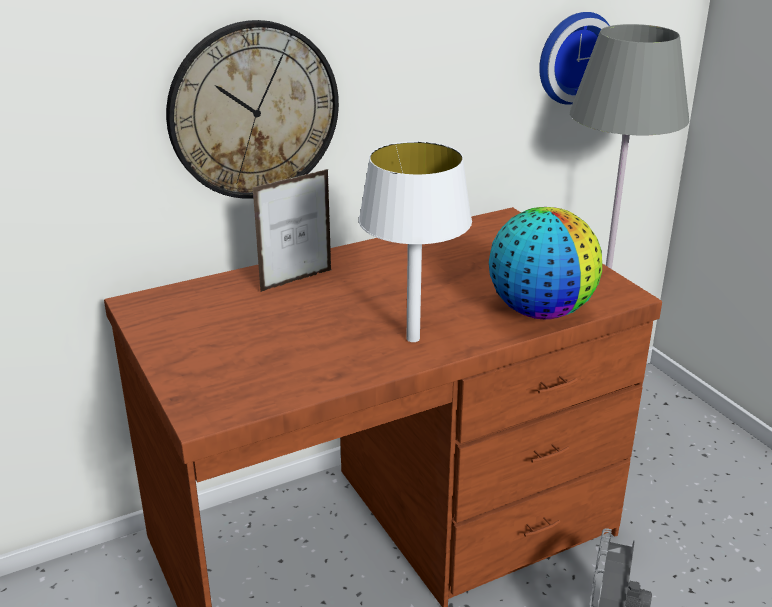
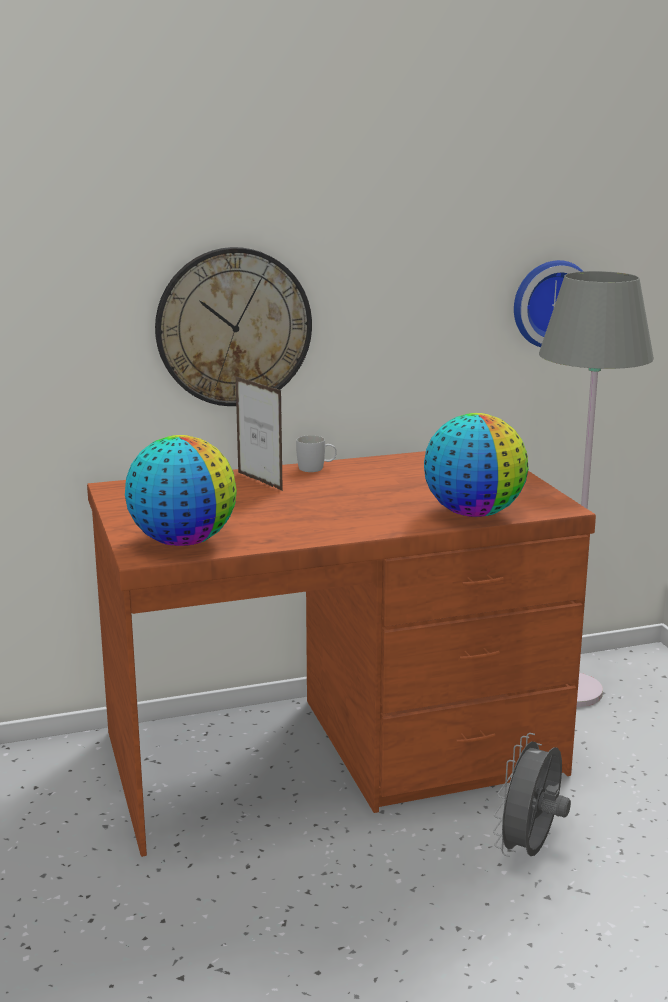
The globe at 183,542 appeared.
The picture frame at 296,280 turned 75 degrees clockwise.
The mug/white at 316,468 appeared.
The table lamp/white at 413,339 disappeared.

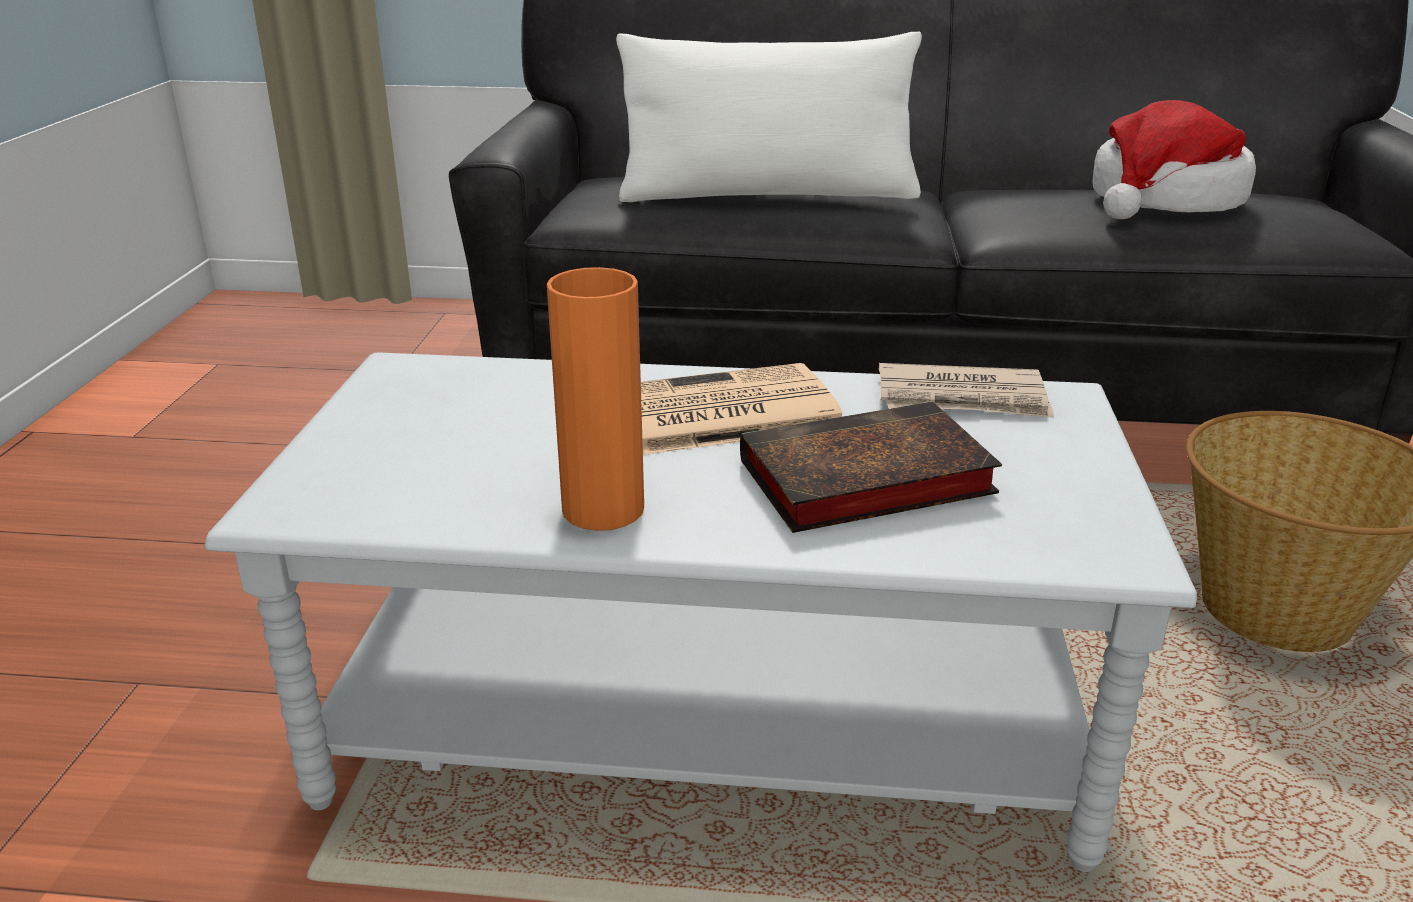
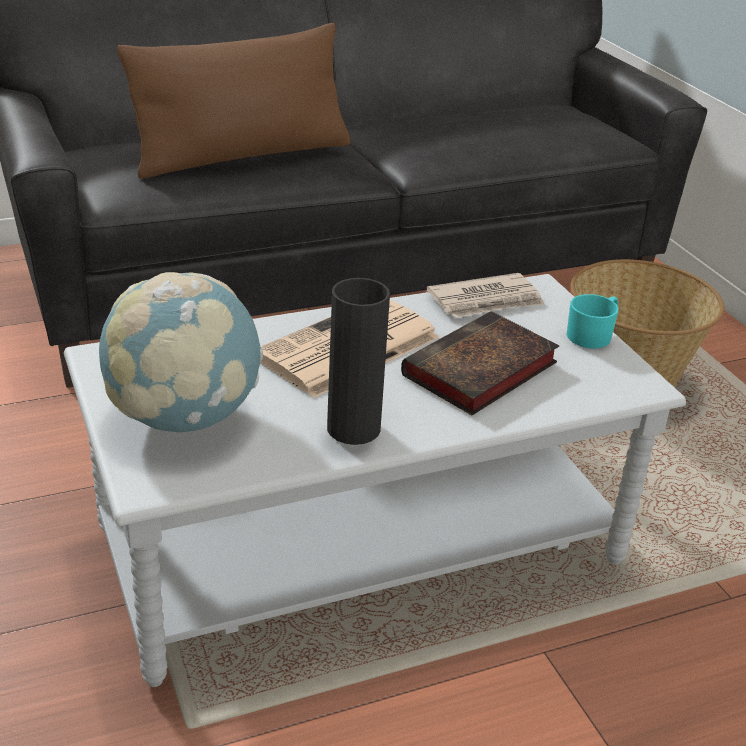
The globe at 183,417 appeared.
The pillow/white at 768,195 became the pillow/brown at 242,156.
The vase/orange at 603,509 became the vase/black at 353,429.
The mug/turquoise at 592,335 appeared.
The hat at 1164,200 disappeared.

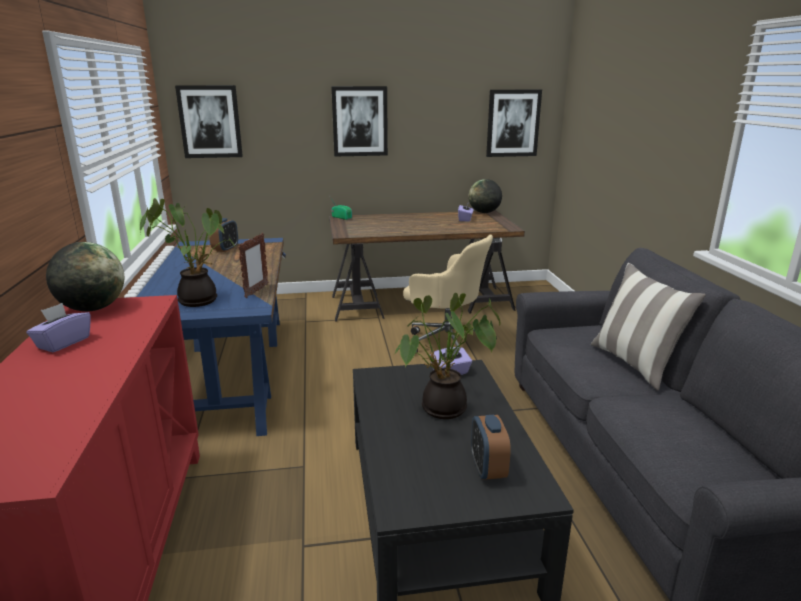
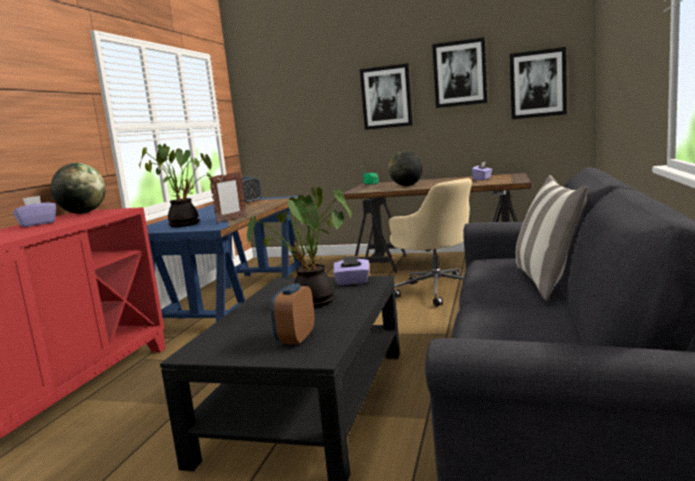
The globe moved from 484,212 to 407,185.
The picture moved from 210,122 to 460,73.

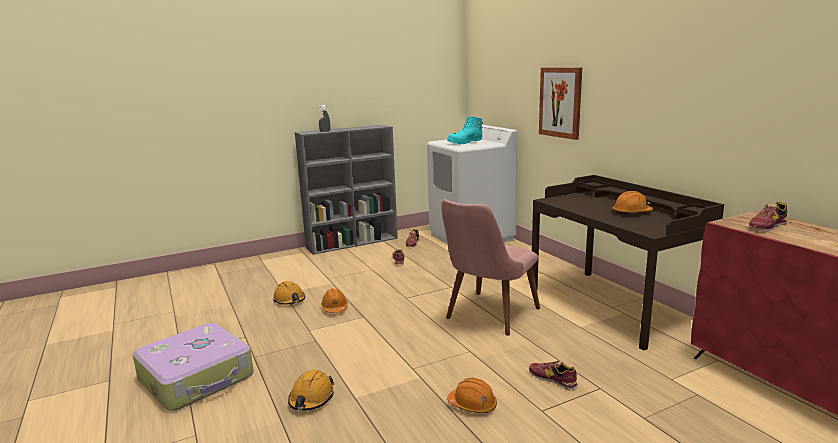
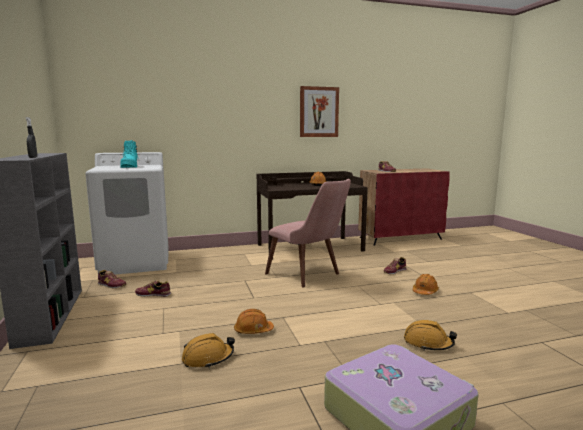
The picture moved from 560,102 to 319,112.

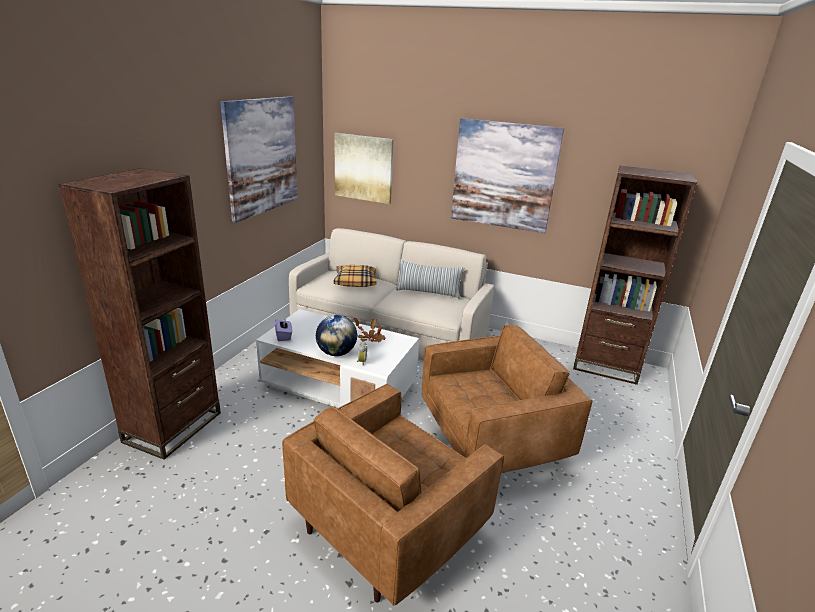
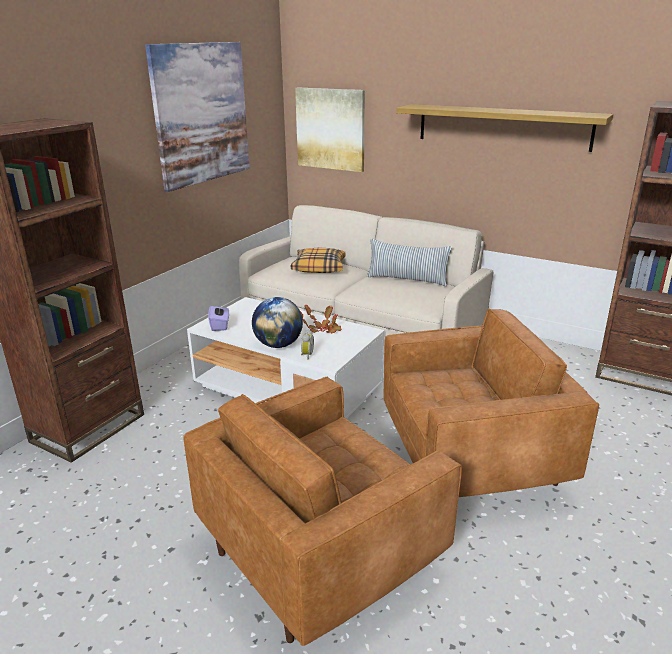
The picture at 504,176 was replaced by the shelf at 502,127.

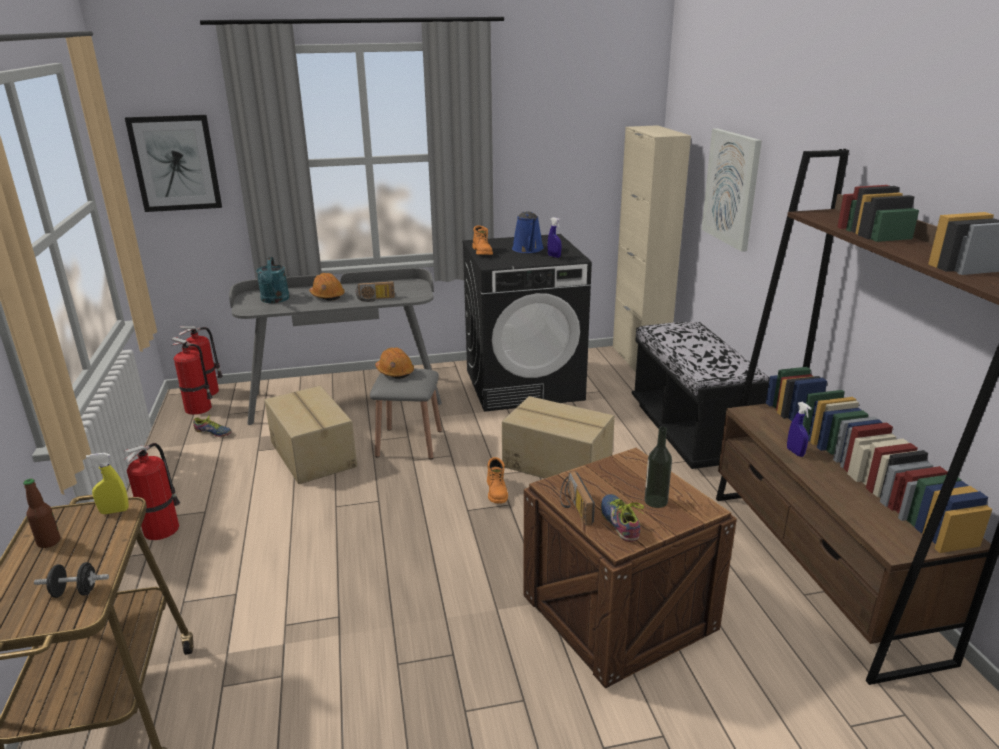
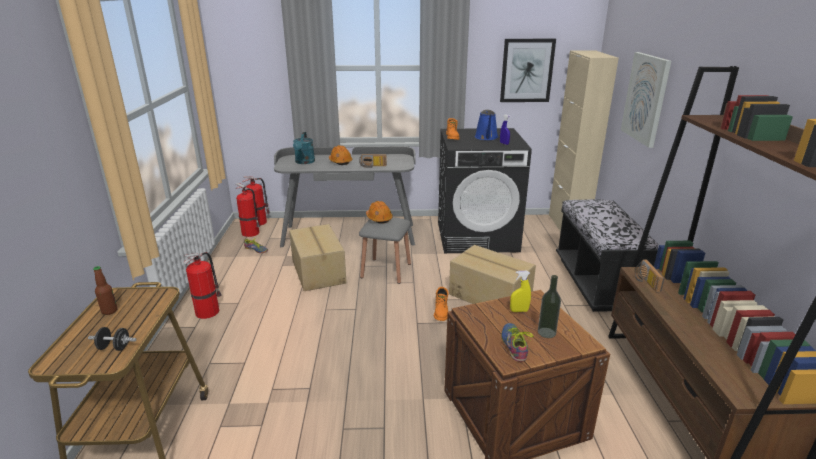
The picture moved from 175,163 to 527,70.
The spray bottle/yellow moved from 114,511 to 519,311.
The radio moved from 574,507 to 645,282.
The spray bottle/blue at 795,452 disappeared.

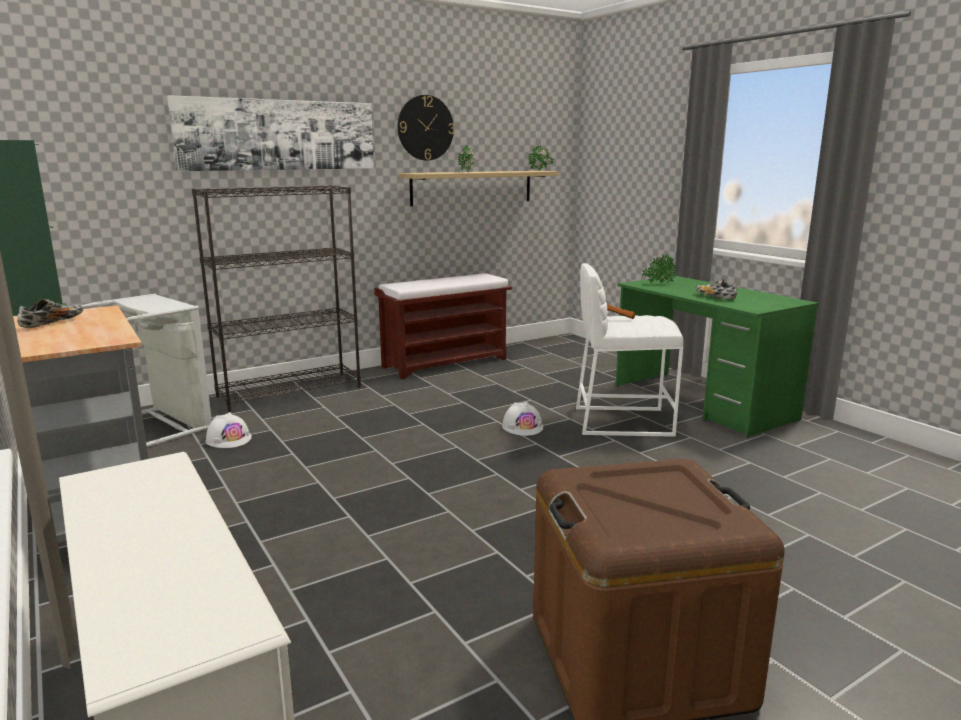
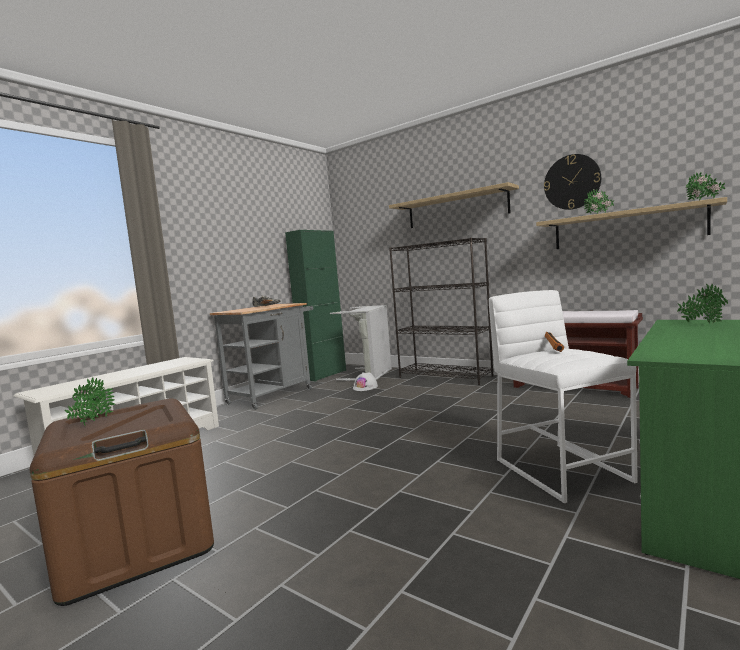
The potted plant at 91,423 appeared.
The picture at 278,135 was replaced by the shelf at 456,209.
The hard hat/white at 522,427 disappeared.
The shoe at 714,297 disappeared.

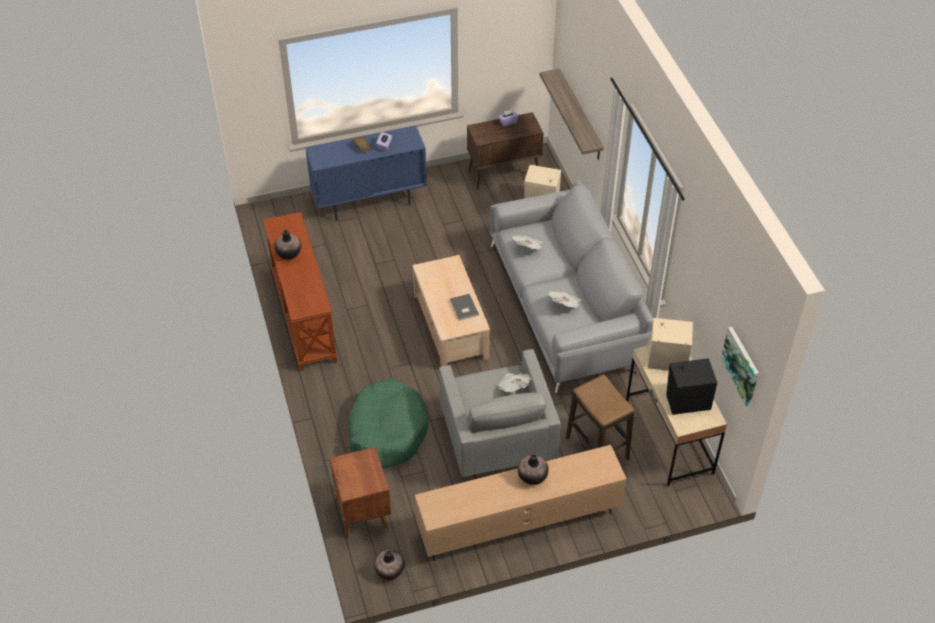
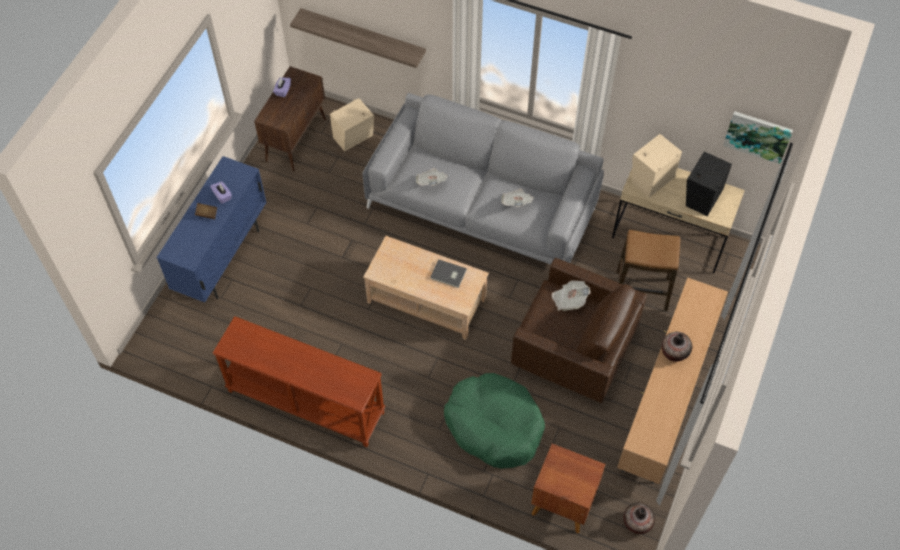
The armchair/grey at 496,439 became the armchair/brown at 572,352.
The vase at 289,253 disappeared.

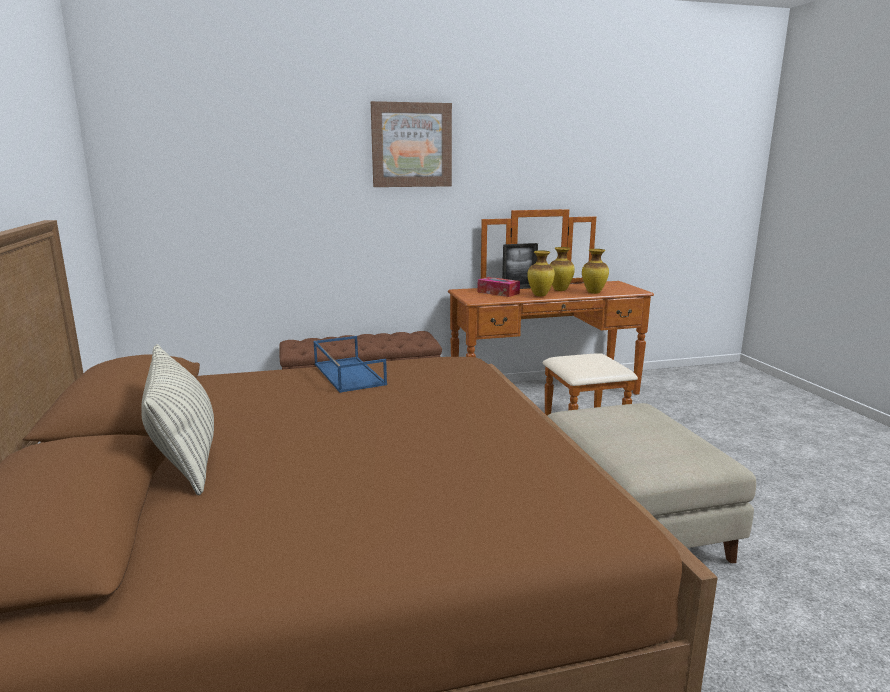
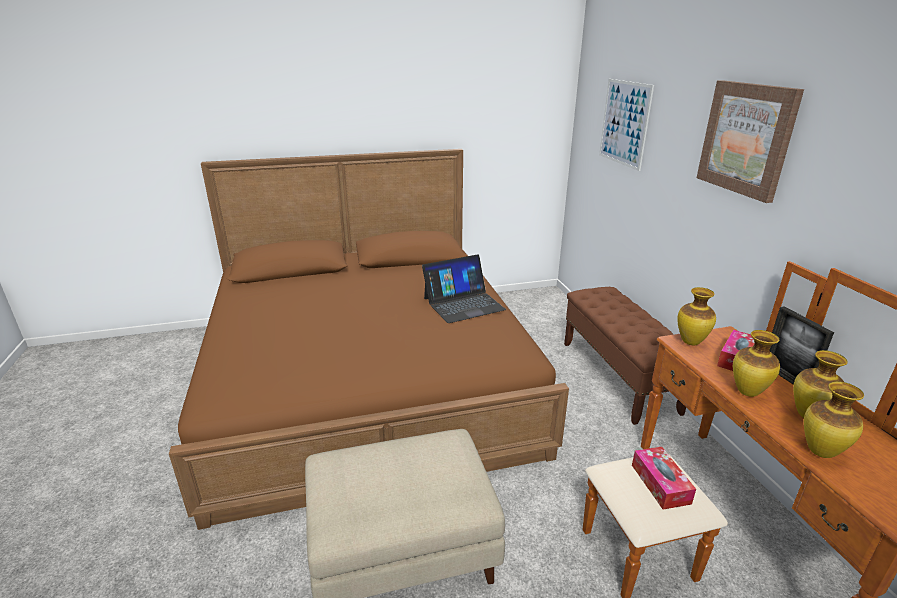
The tray/blue at 347,374 was replaced by the laptop at 463,304.
The picture at 624,123 appeared.
The tissue box at 660,484 appeared.
The vase at 691,342 appeared.
The pillow at 184,455 disappeared.

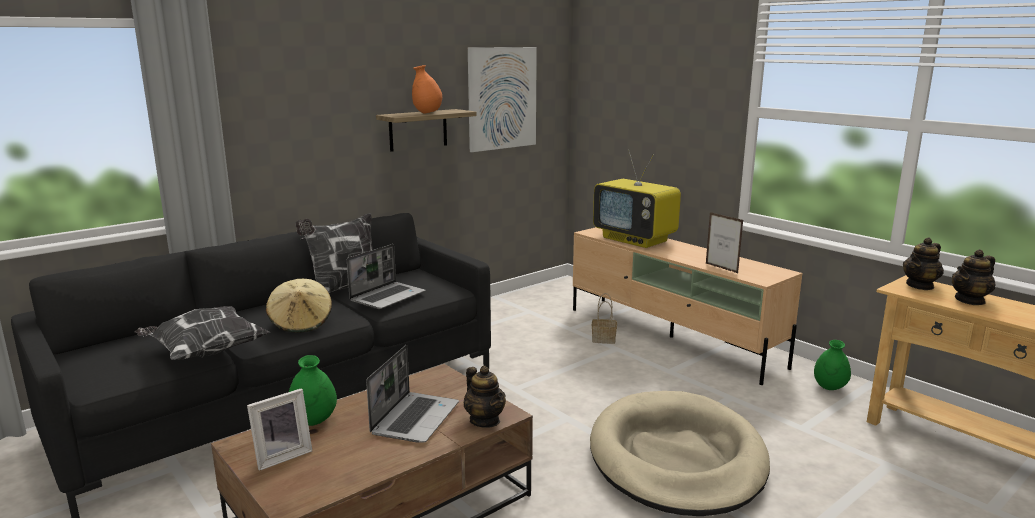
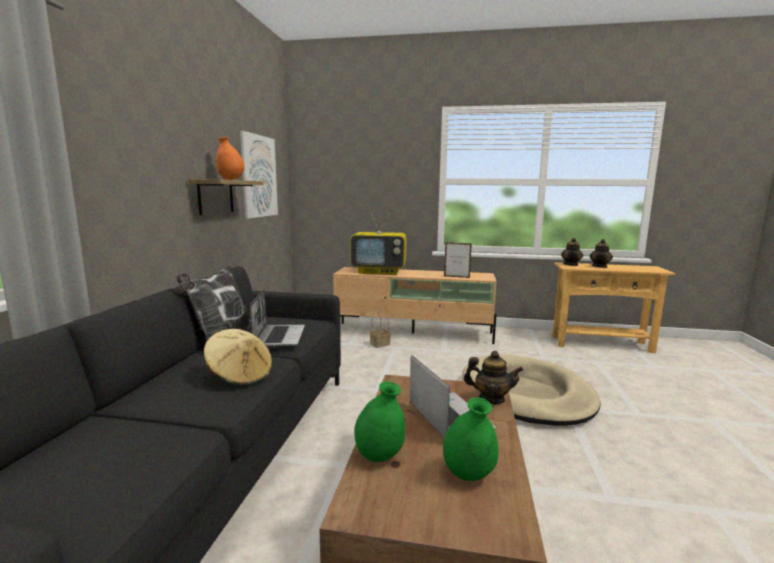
The vase/green moved from 829,387 to 468,474.
The pillow at 205,353 disappeared.
The picture frame at 282,456 disappeared.

